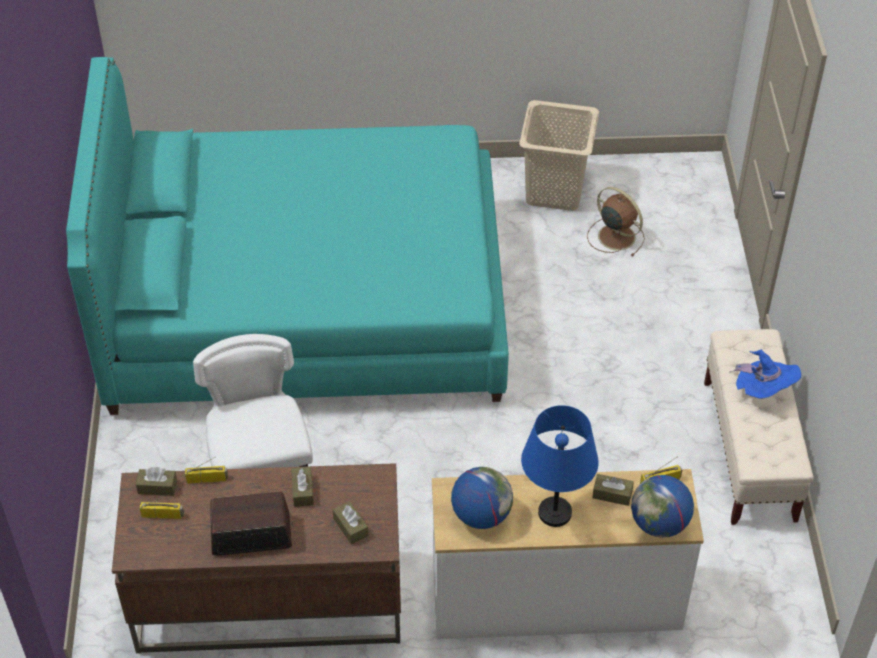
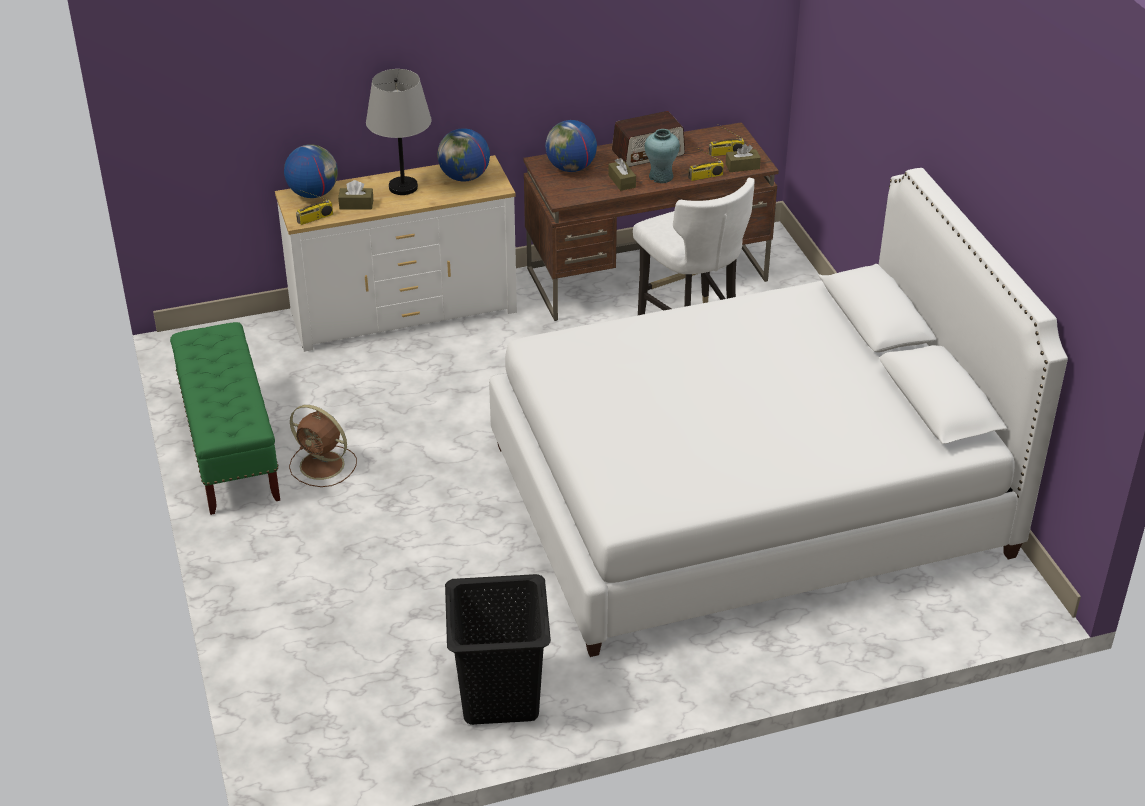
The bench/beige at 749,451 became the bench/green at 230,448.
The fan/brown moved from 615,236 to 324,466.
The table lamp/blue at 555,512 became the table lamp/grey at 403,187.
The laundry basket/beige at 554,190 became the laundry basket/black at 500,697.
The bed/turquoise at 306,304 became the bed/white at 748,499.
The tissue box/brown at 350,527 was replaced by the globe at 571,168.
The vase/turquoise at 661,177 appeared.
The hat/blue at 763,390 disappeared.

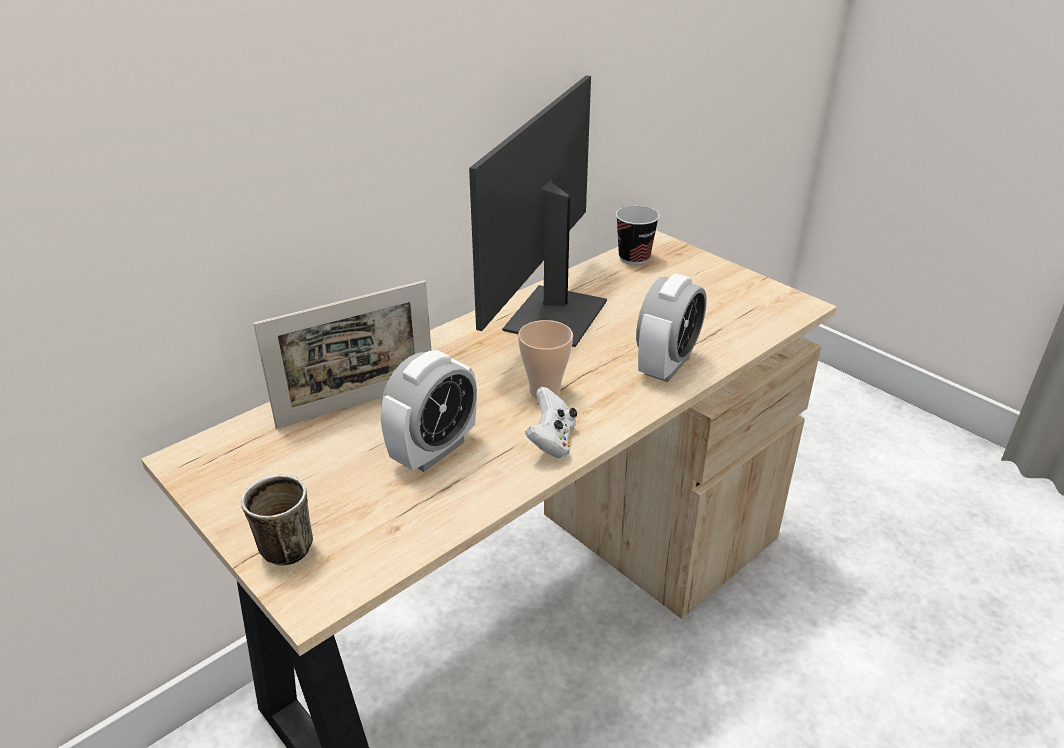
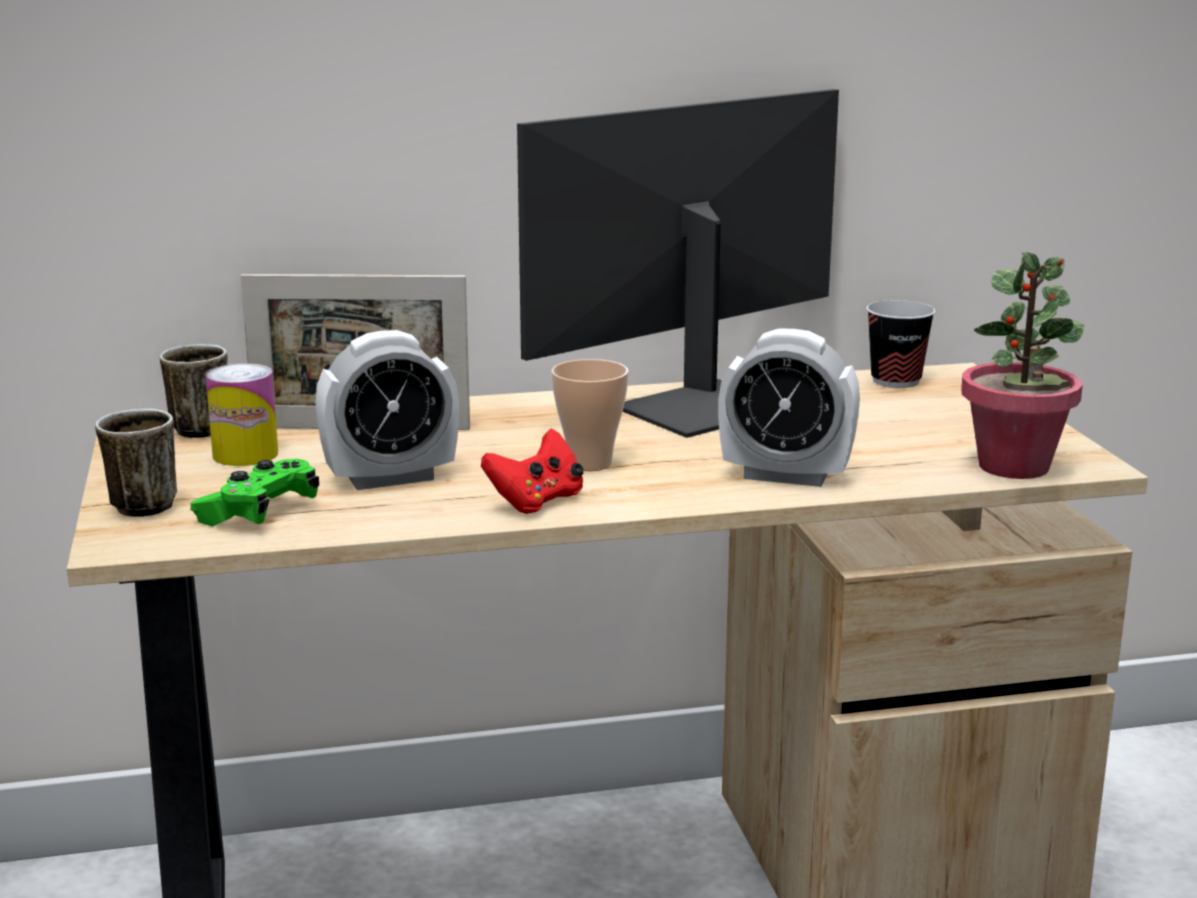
The mug at 202,427 appeared.
The game controller/green at 259,513 appeared.
The can at 245,454 appeared.
The game controller/white at 552,441 became the game controller/red at 537,501.
The alarm clock at 666,365 turned 45 degrees clockwise.
The potted plant at 1014,466 appeared.

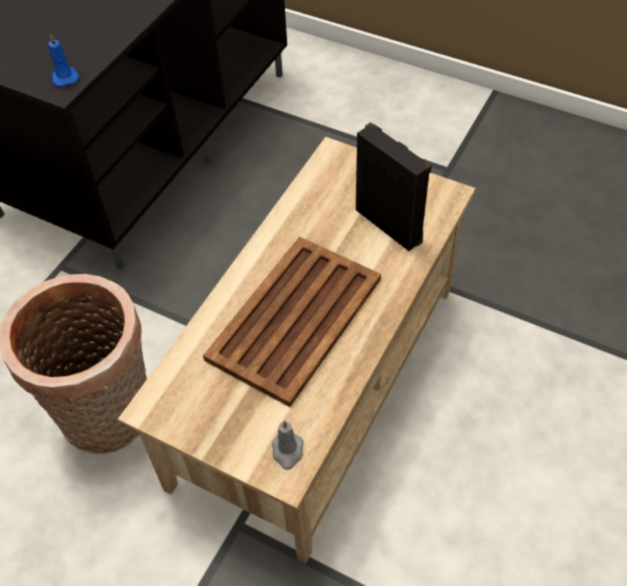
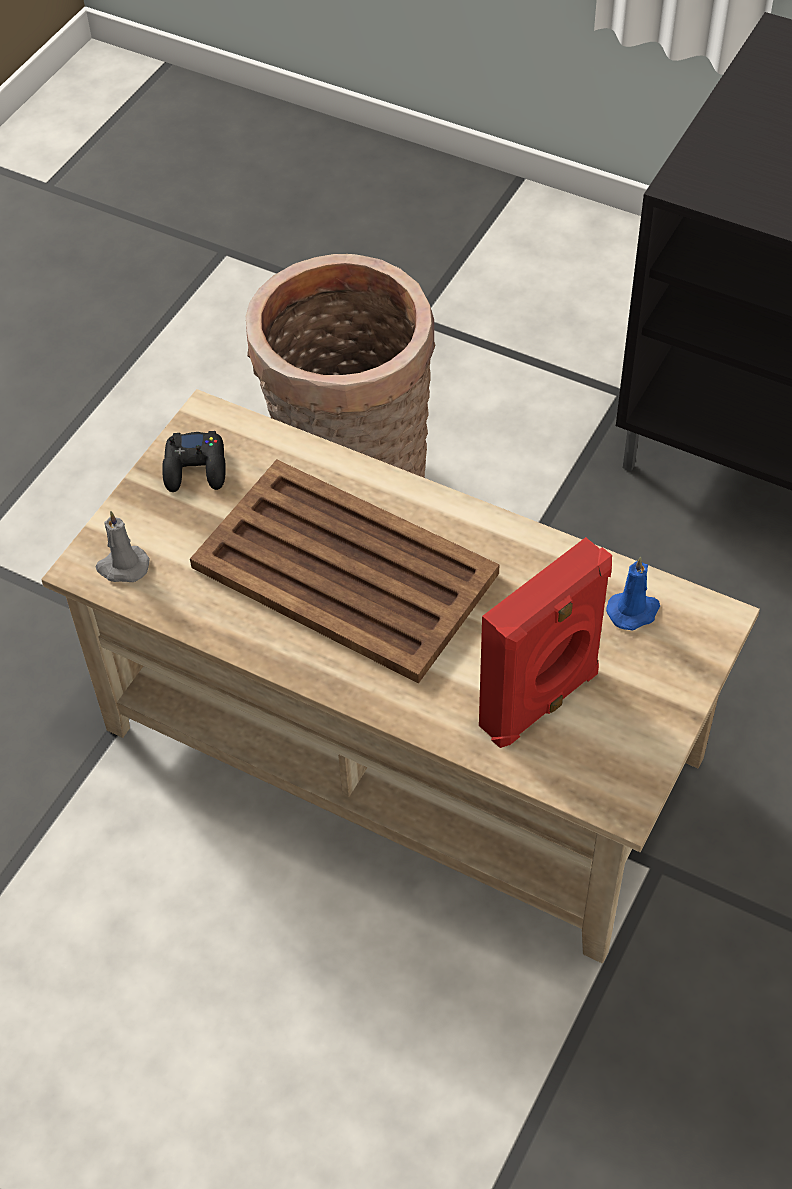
The game controller/black at 196,468 appeared.
The speaker/black at 390,224 became the speaker/red at 542,702.
The candle/blue moved from 65,77 to 634,611.

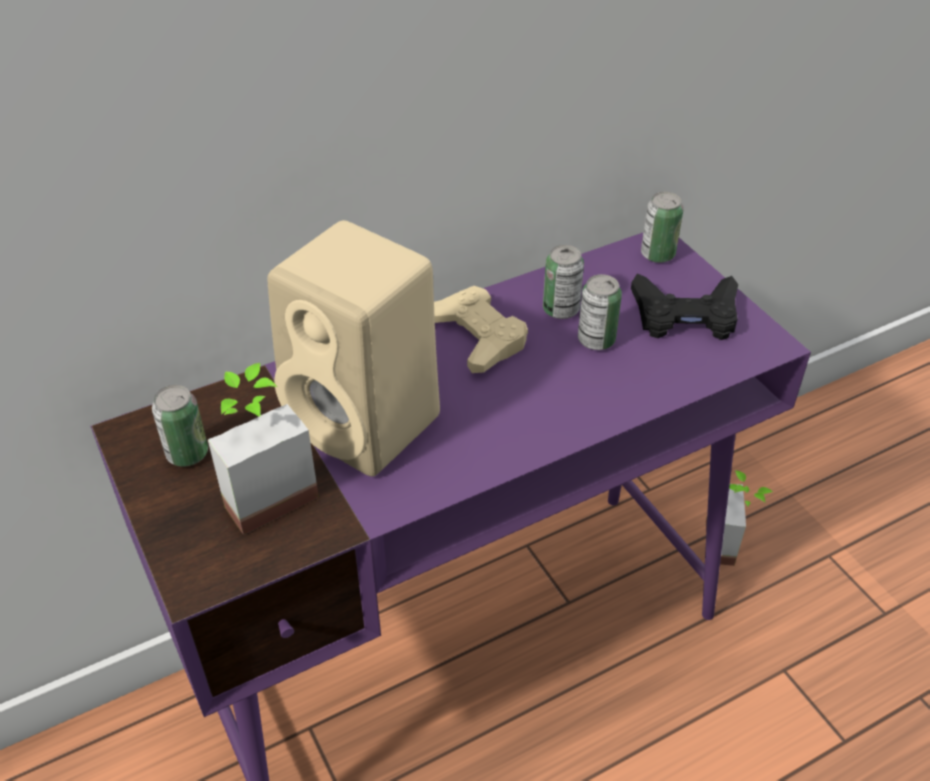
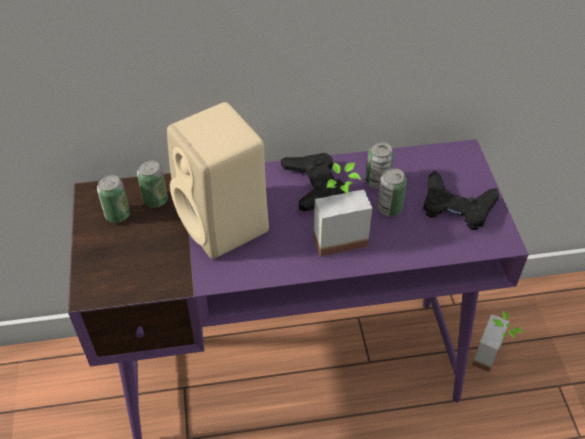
The can moved from 657,254 to 155,200.
The game controller/beige at 474,336 became the game controller/black at 314,185.
The potted plant moved from 263,491 to 337,234.

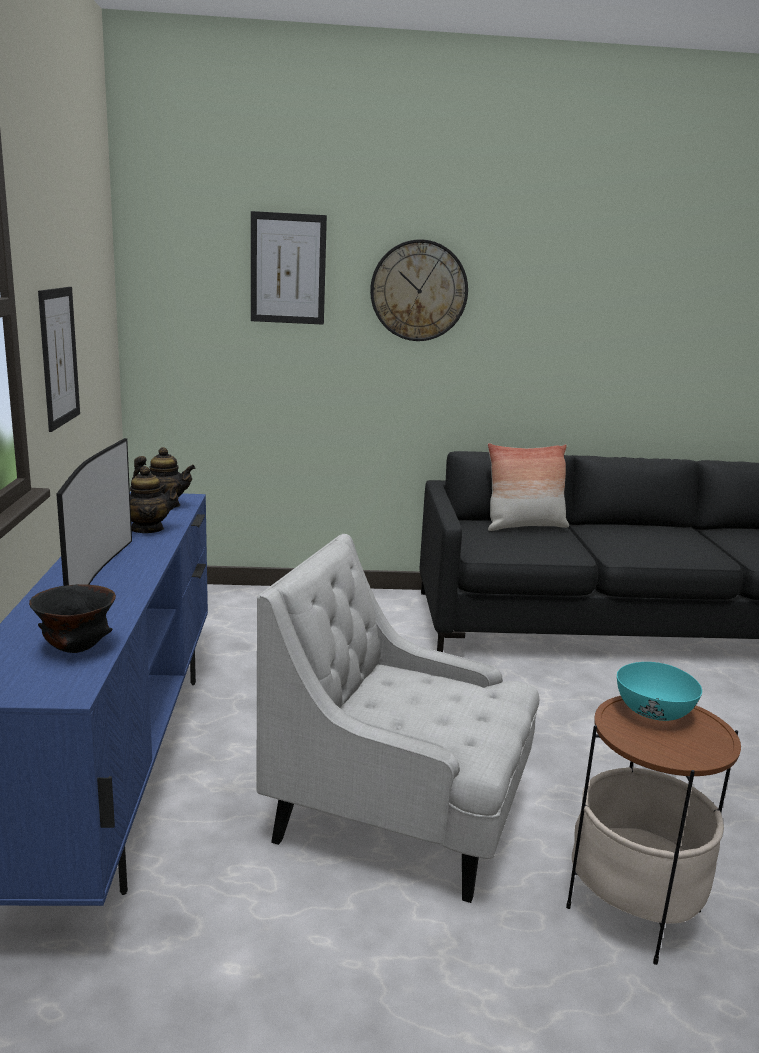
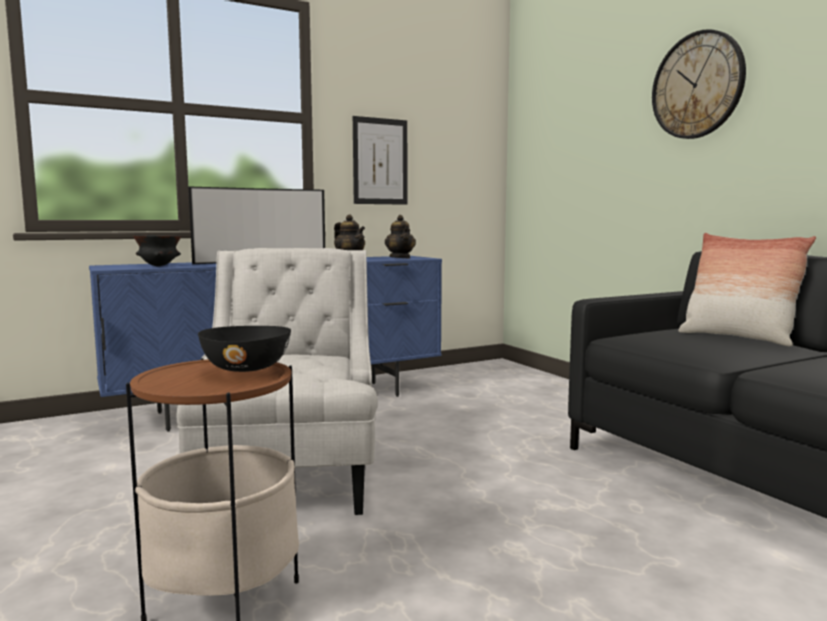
The bowl/turquoise at 653,710 became the bowl/black at 247,368.
The picture at 288,269 disappeared.

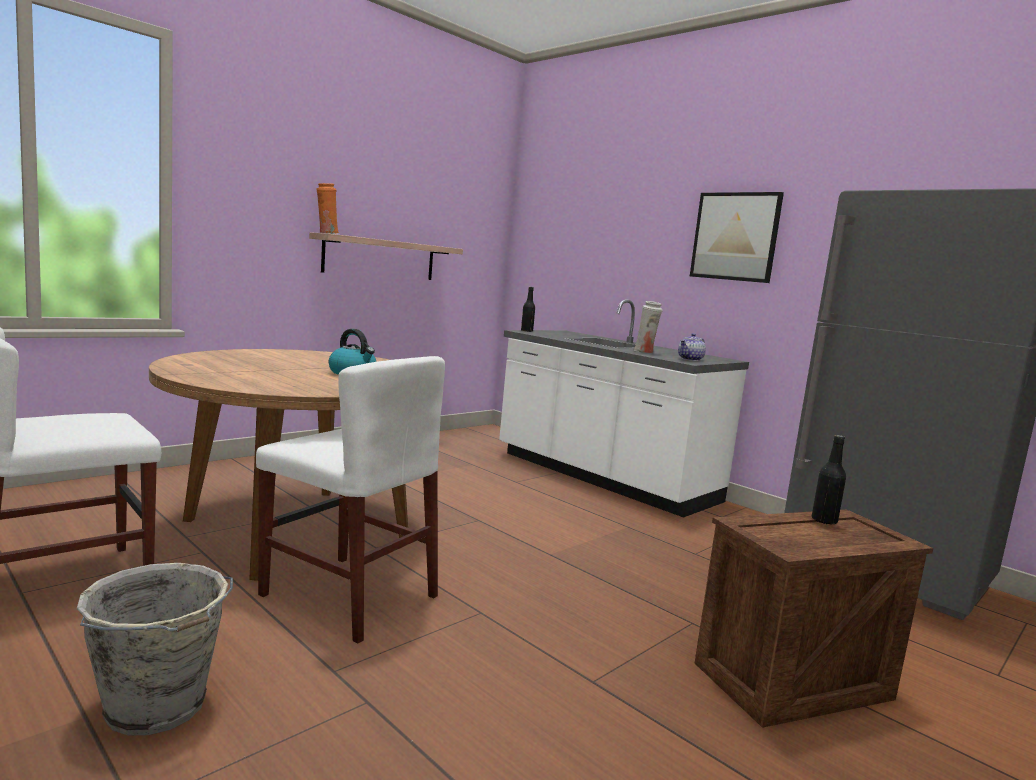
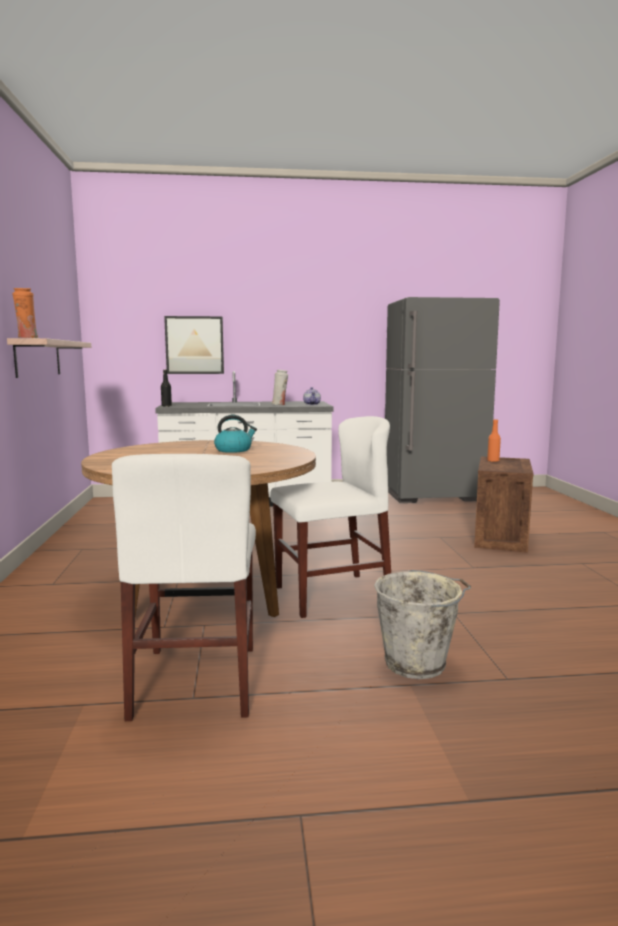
The picture moved from 735,236 to 194,345.
The bottle/black at 824,521 became the bottle/orange at 493,461.

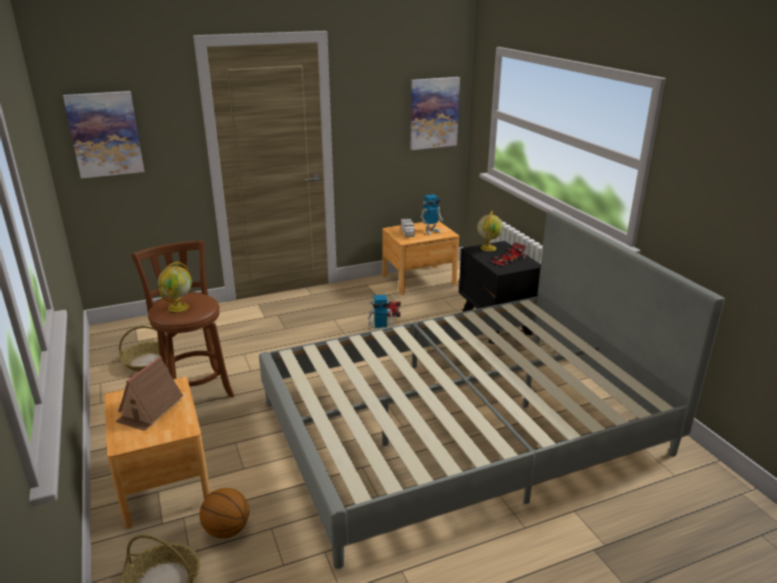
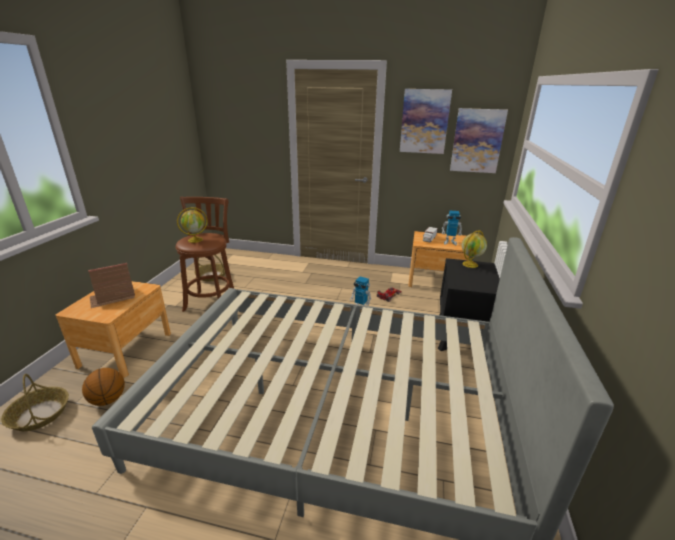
The picture moved from 105,134 to 424,121.
The toy car at 508,259 disappeared.

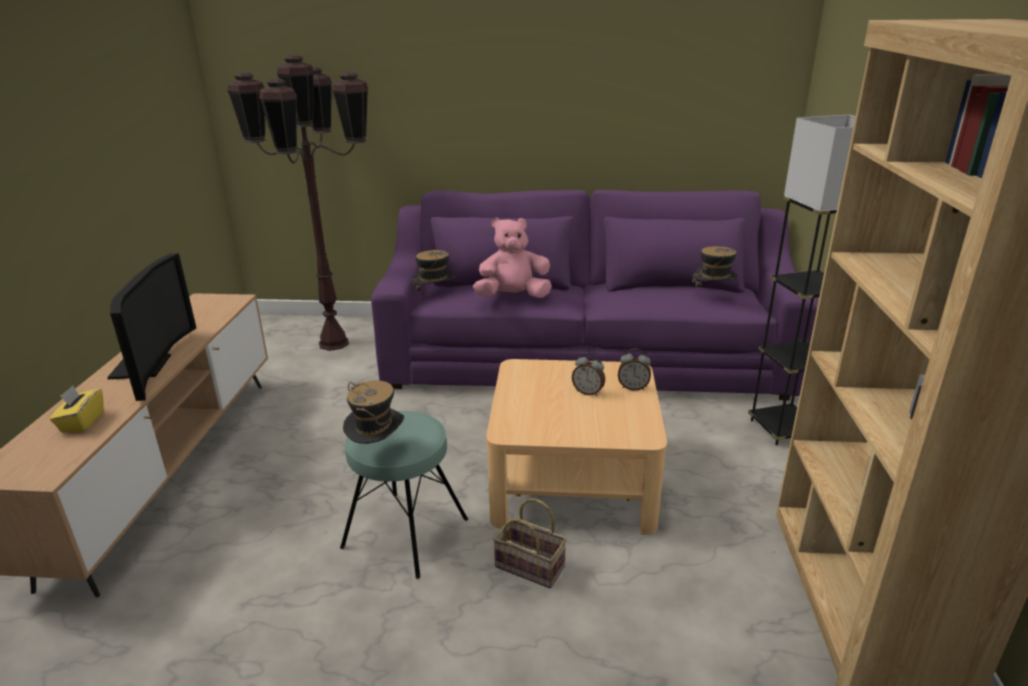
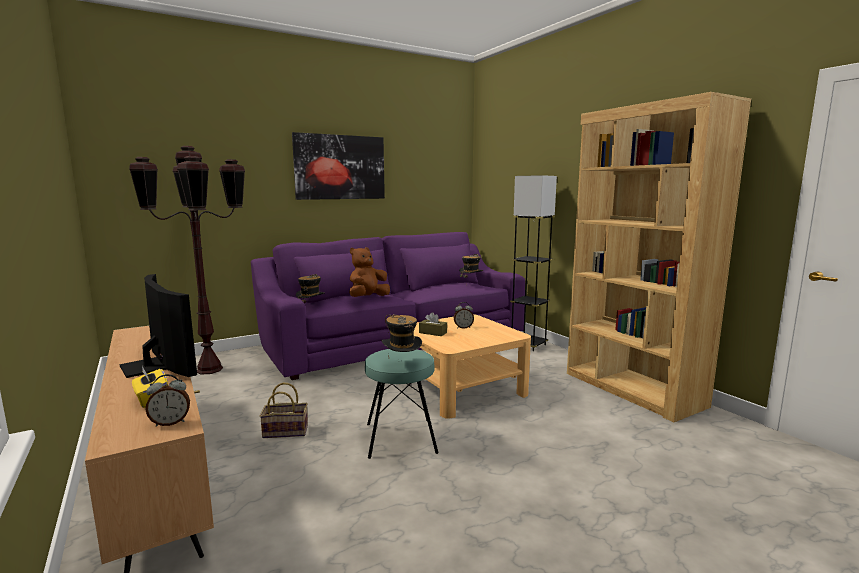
The alarm clock moved from 633,387 to 170,422.
The basket moved from 532,566 to 287,431.
The picture at 340,167 appeared.
The plush toy/pink at 513,297 became the plush toy/brown at 368,298.
The tissue box/brown at 433,332 appeared.

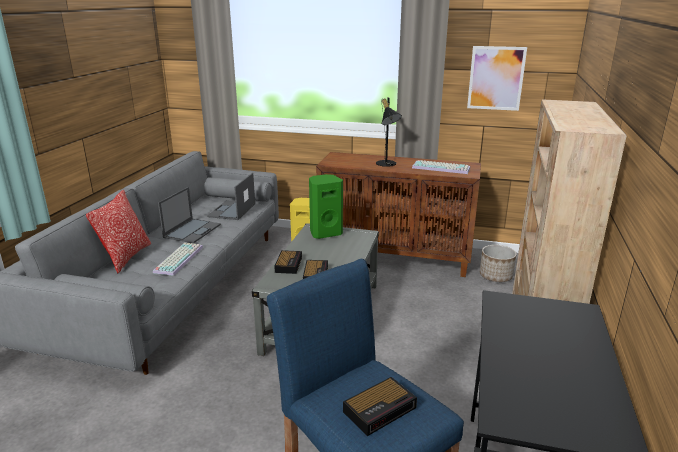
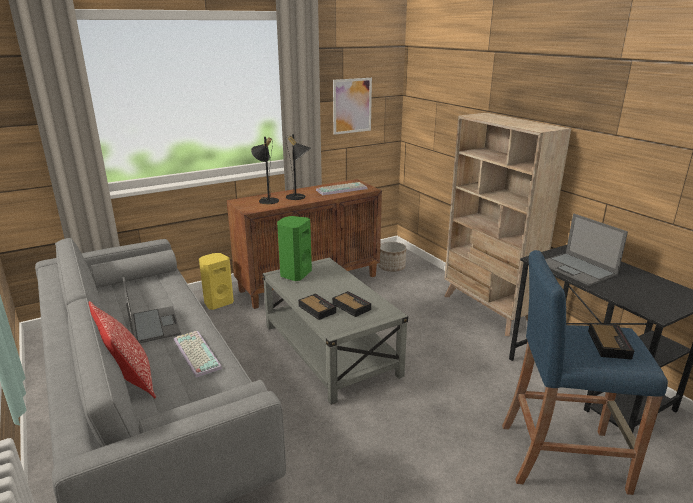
The table lamp/black at 267,200 appeared.
The laptop moved from 232,210 to 578,269.

